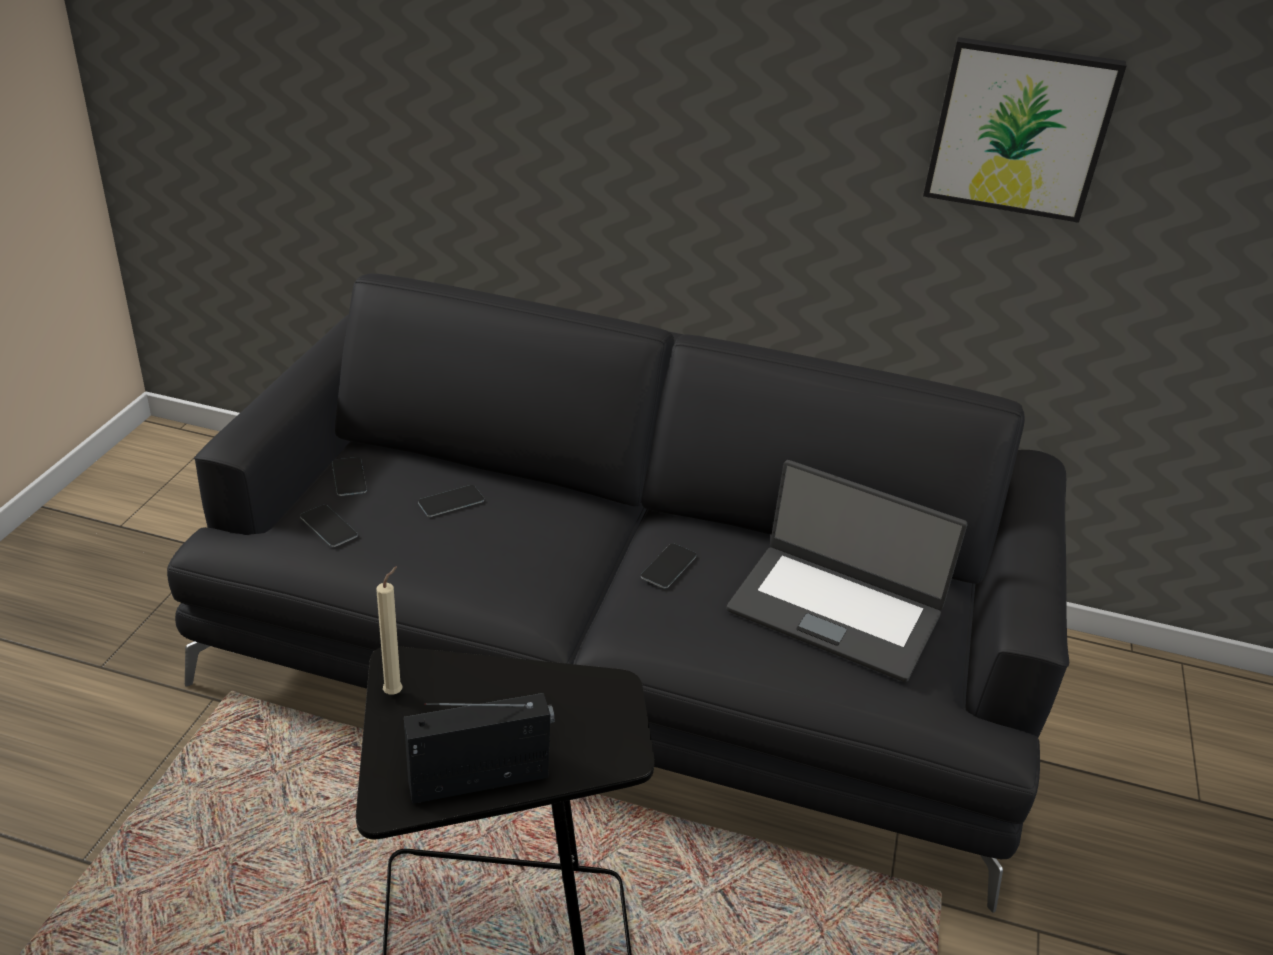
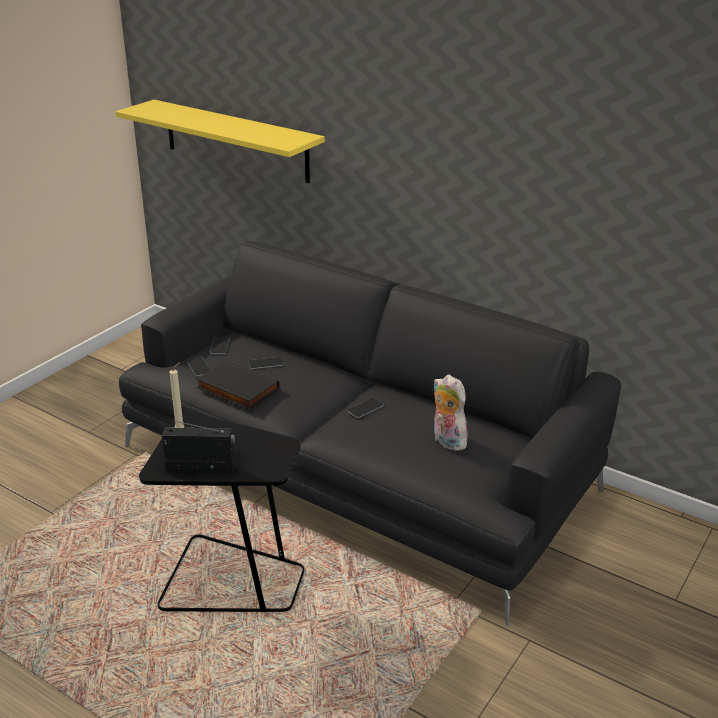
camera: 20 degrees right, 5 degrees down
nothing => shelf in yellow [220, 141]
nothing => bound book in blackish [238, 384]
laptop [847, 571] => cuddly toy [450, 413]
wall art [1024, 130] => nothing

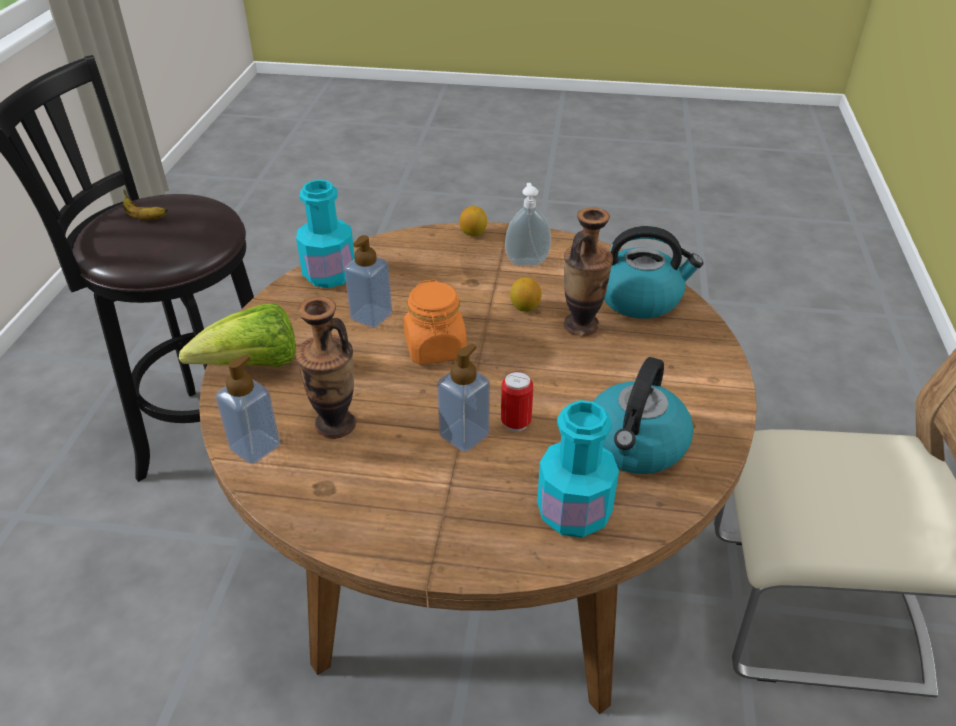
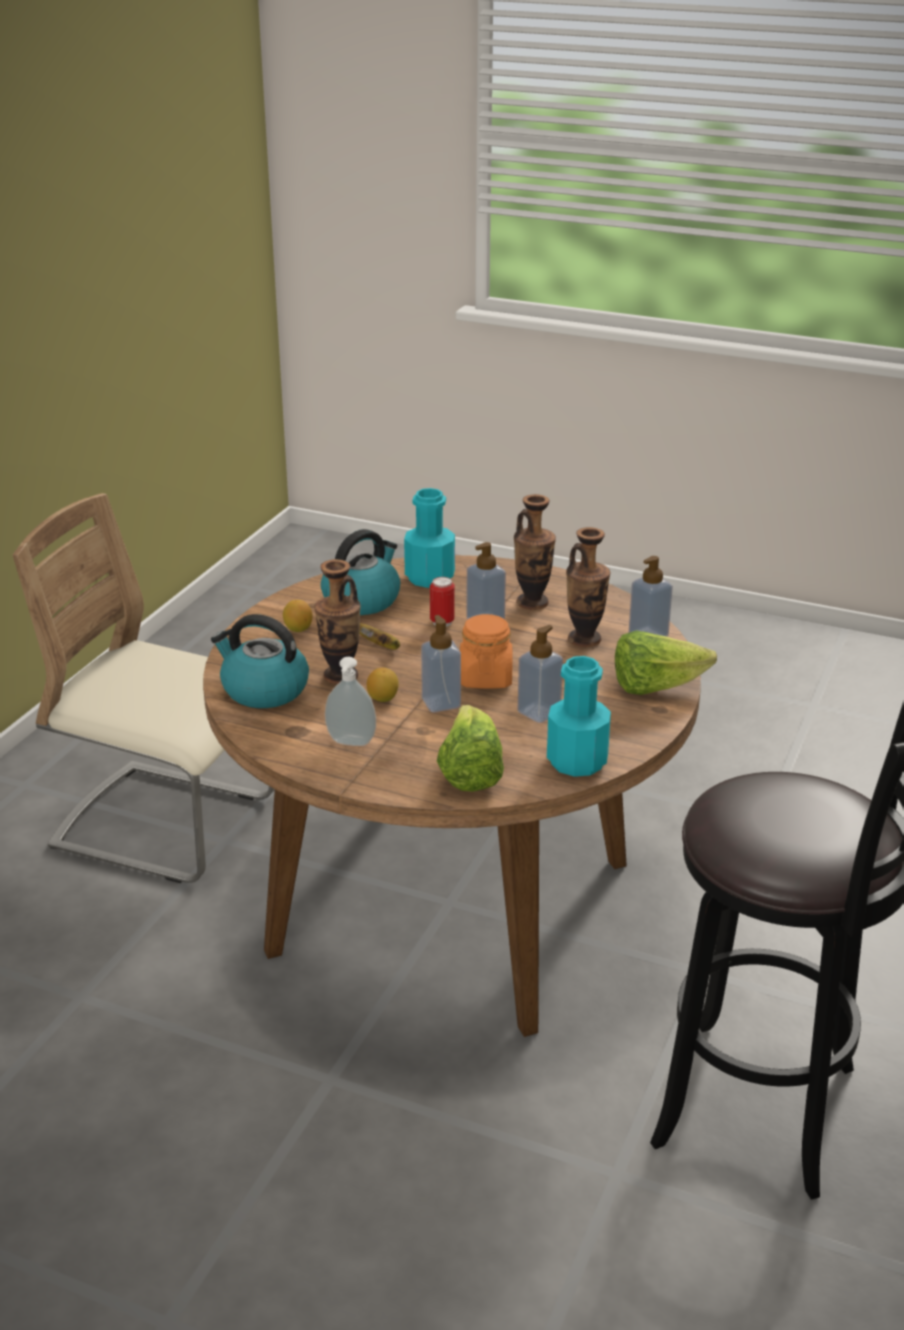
camera: 165 degrees left, 10 degrees down
whole lemon [473, 221] => whole lemon [297, 616], move
whole banana [145, 204] => whole banana [379, 636], move
nothing => soap dispenser [441, 663]
nothing => lettuce [470, 748]
nothing => vase [535, 552]

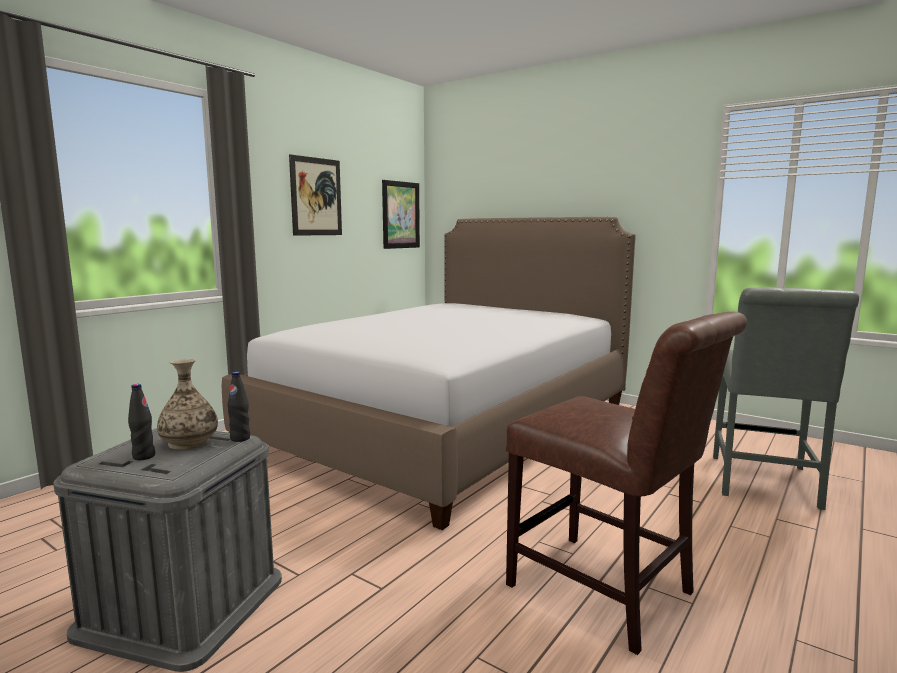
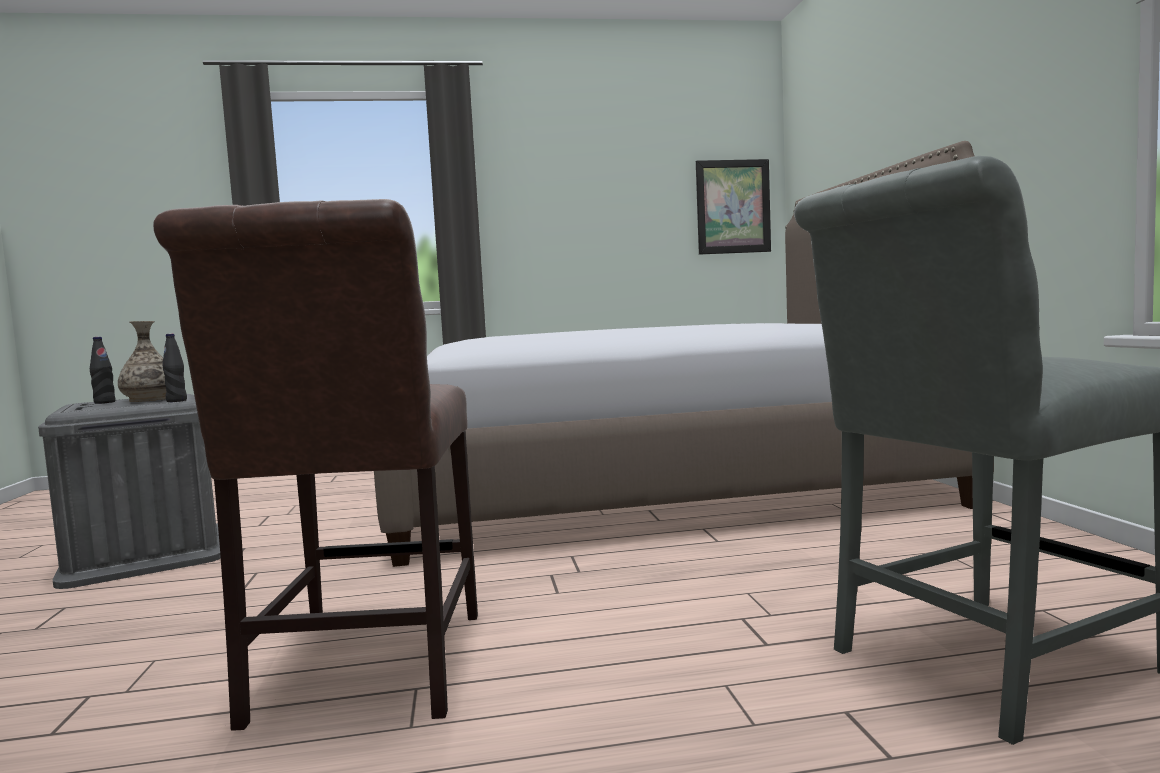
camera: 45 degrees right, 5 degrees down
wall art [315, 195] => nothing

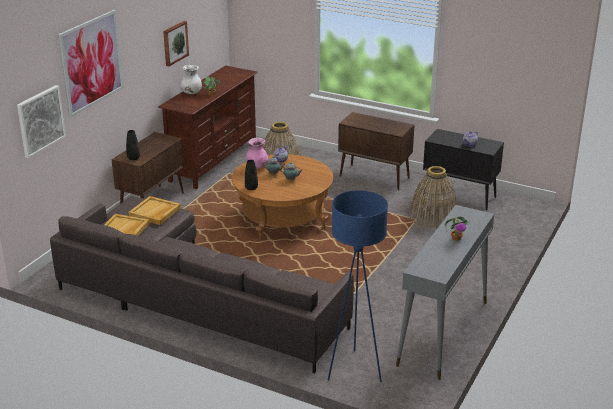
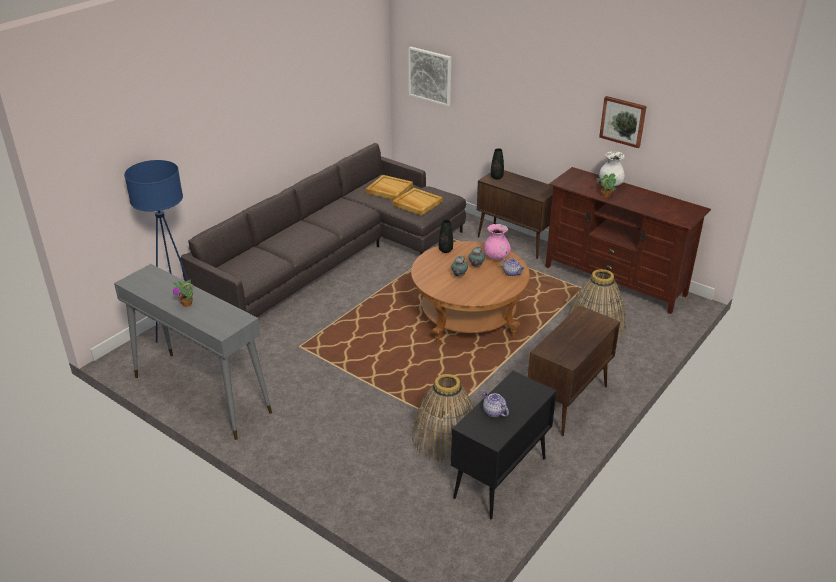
camera: 100 degrees right, 5 degrees up
wall art [91, 63] => nothing

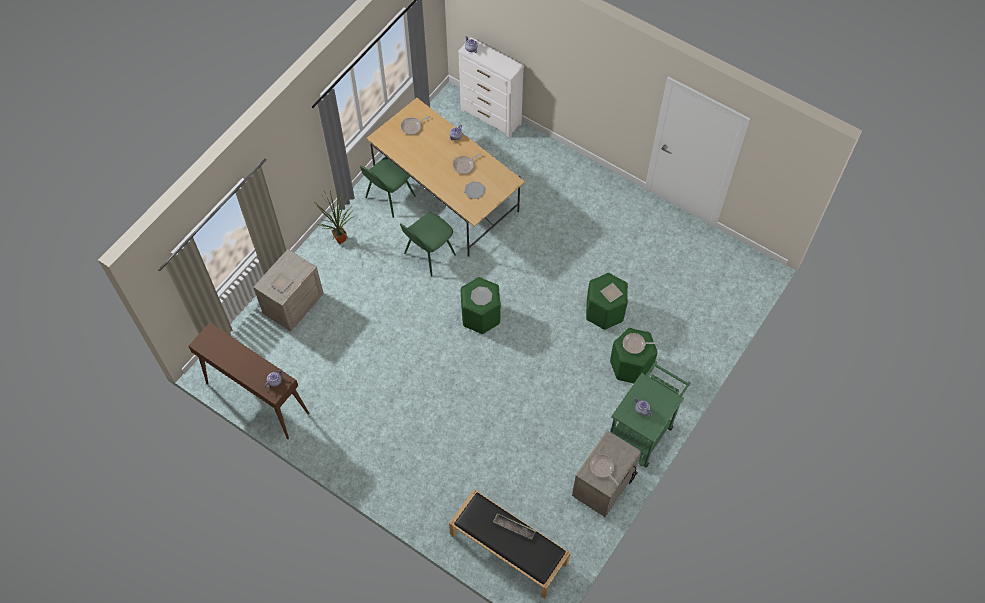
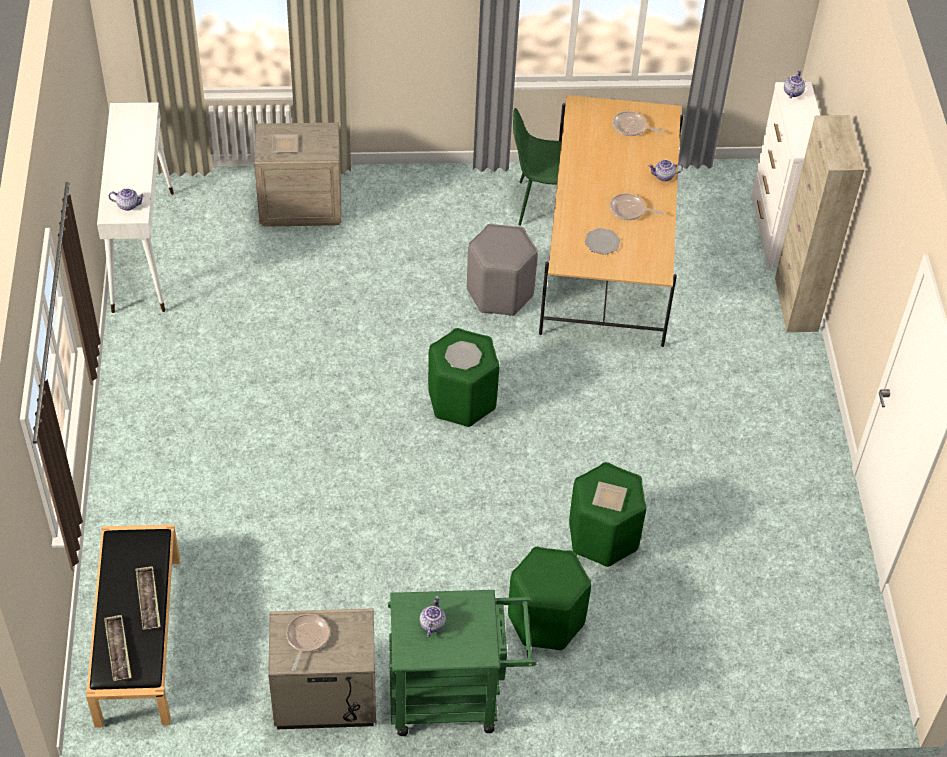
camera: 50 degrees right, 10 degrees down
hall table in brownish [249, 381] => hall table in white-coloured [135, 207]
nothing => serving tray [118, 648]
plain chair in green [428, 244] => stool seat in greyish [502, 270]
nothing => storage cabinet in beige [819, 223]
houseplant [333, 217] => nothing
frying pan [640, 343] => nothing

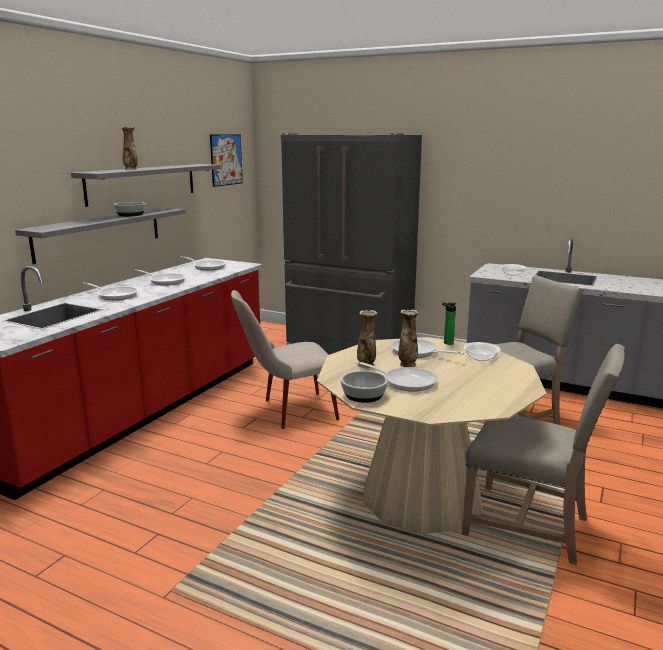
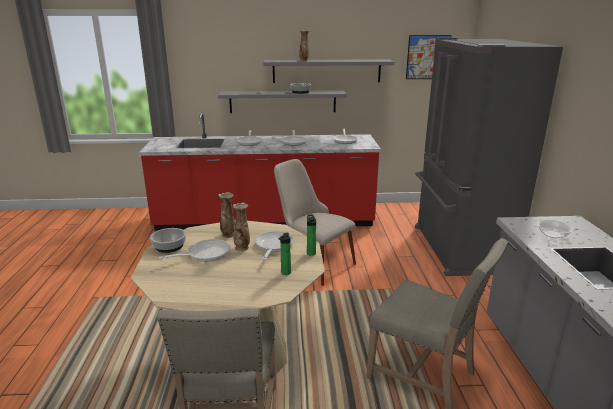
camera: 60 degrees right, 5 degrees up
frying pan [396, 376] => frying pan [194, 250], 120 degrees counterclockwise
serving bowl [482, 351] => beverage bottle [284, 253]

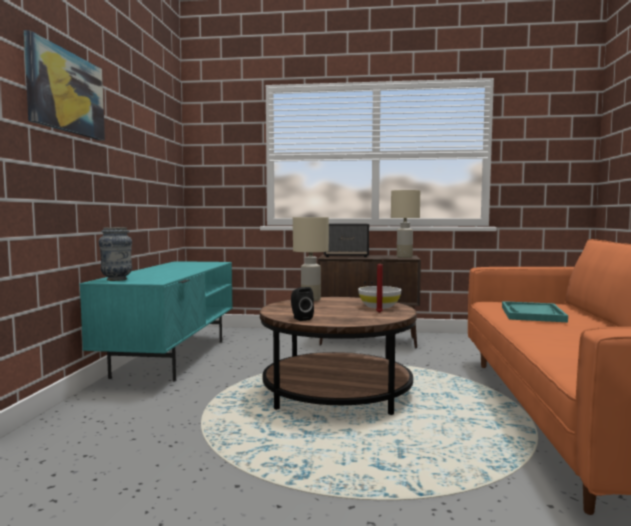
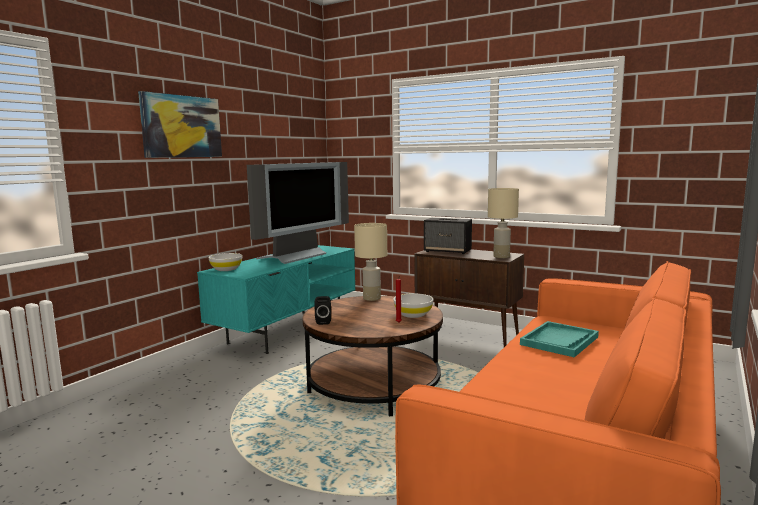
camera: 25 degrees right, 5 degrees up
vase [115, 254] => serving bowl in white-coloured [225, 262]
nothing => TV [298, 213]

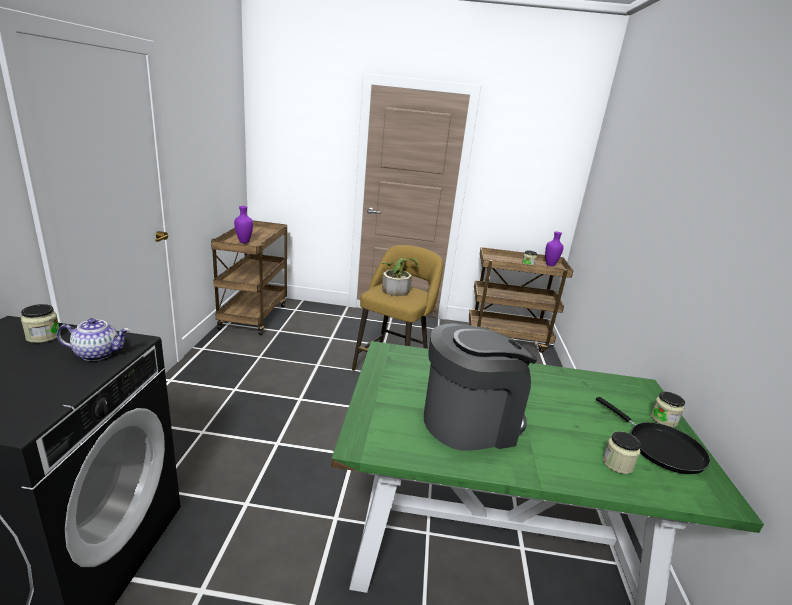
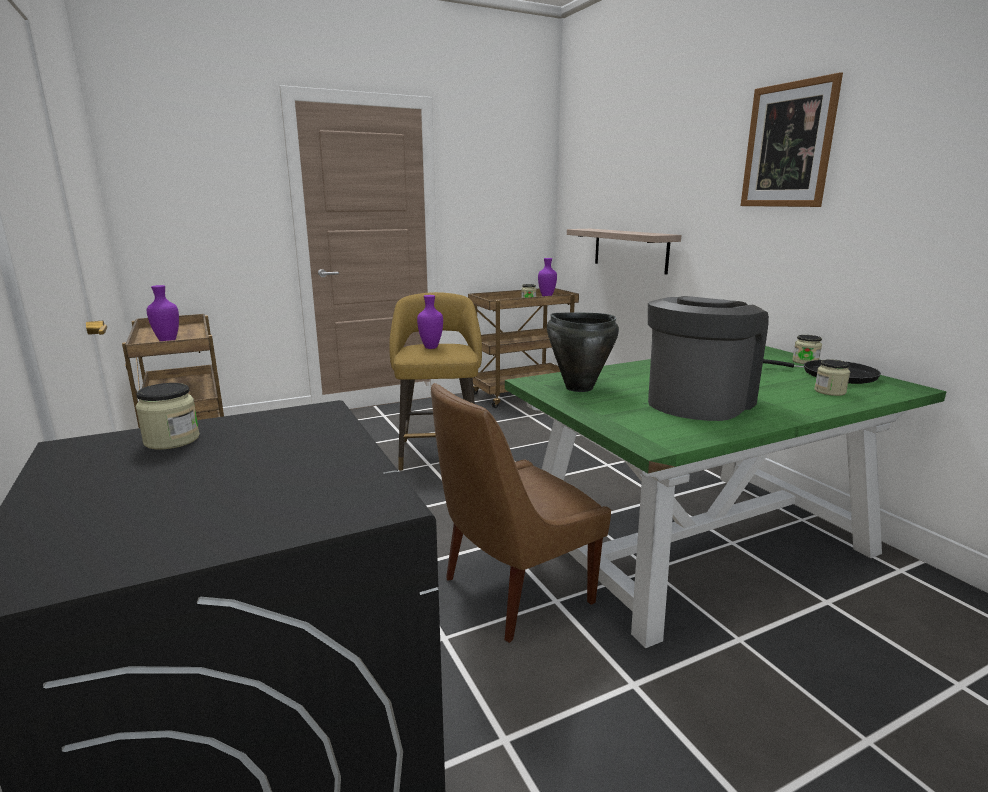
camera: 30 degrees left, 5 degrees down
houseplant [399, 277] => vase in purplish [430, 322]
nothing => plain chair in brownish [521, 513]
nothing => cooking pot in blackish [583, 352]
nothing => shelf [624, 251]
nothing => wall art [792, 139]
teapot [93, 339] => nothing

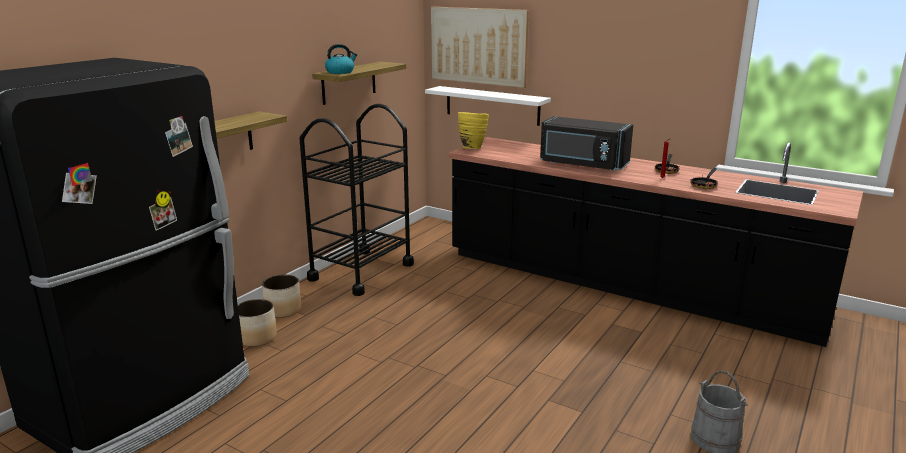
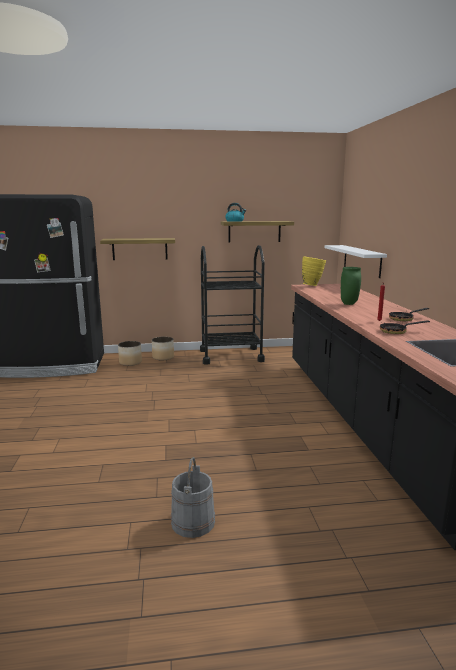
camera: 50 degrees right, 5 degrees down
kitchen microwave in blackish [586, 143] => vase in green [351, 286]
wall art [480, 47] => nothing

